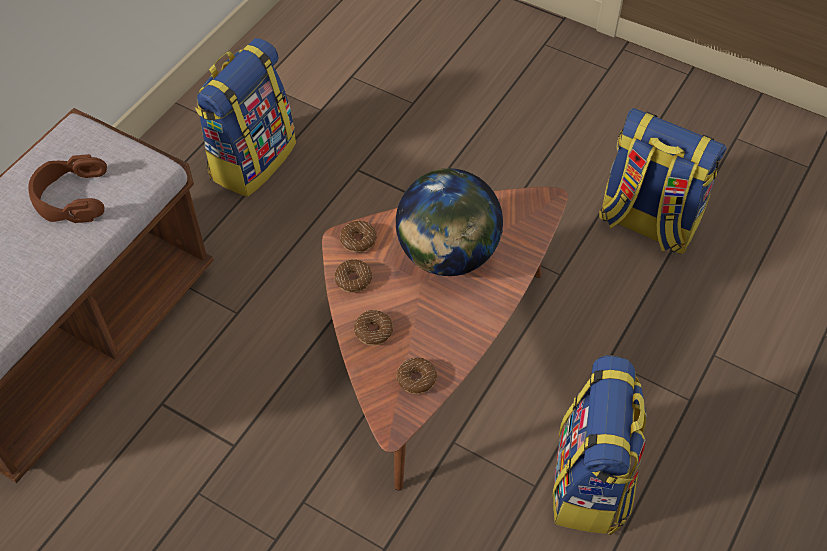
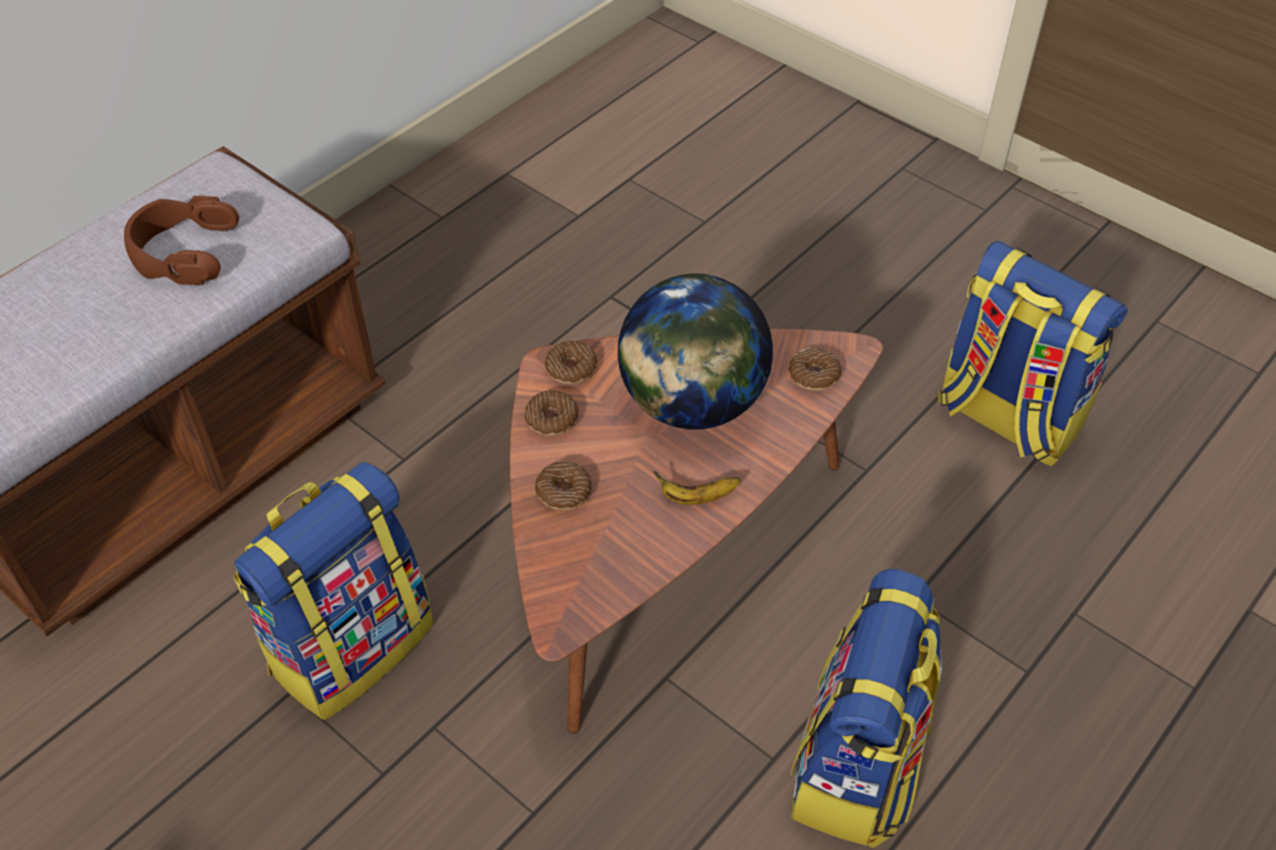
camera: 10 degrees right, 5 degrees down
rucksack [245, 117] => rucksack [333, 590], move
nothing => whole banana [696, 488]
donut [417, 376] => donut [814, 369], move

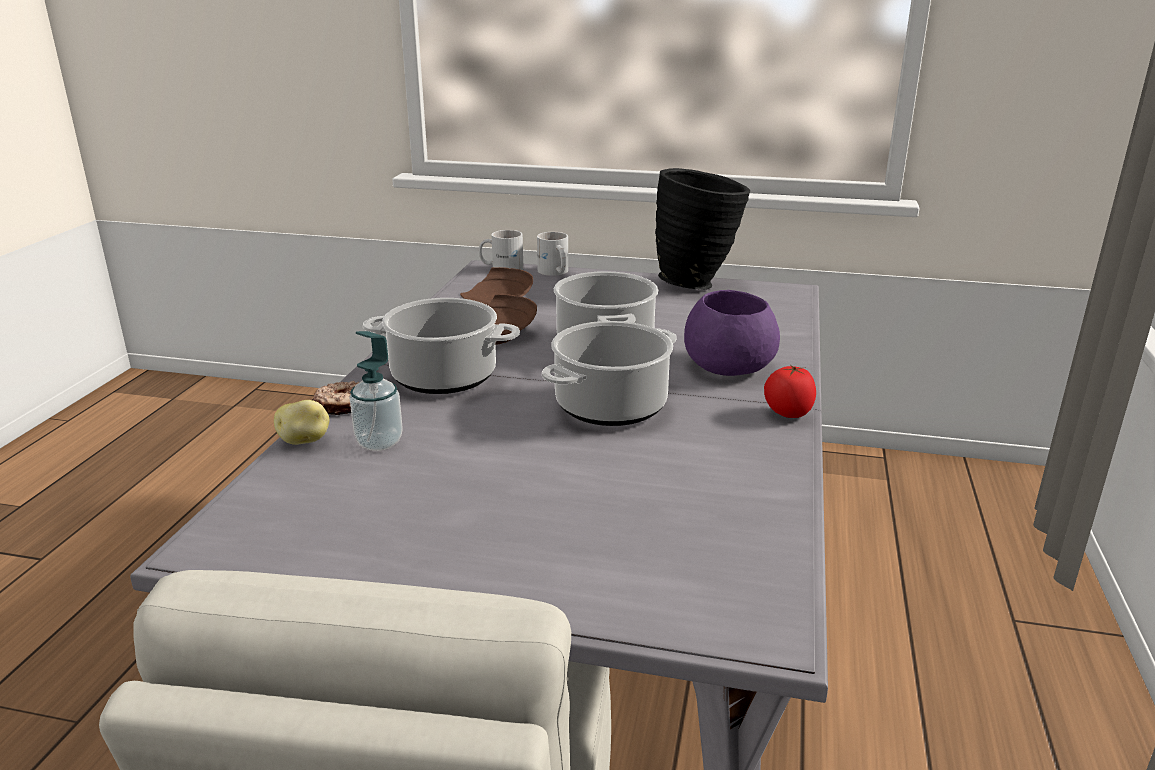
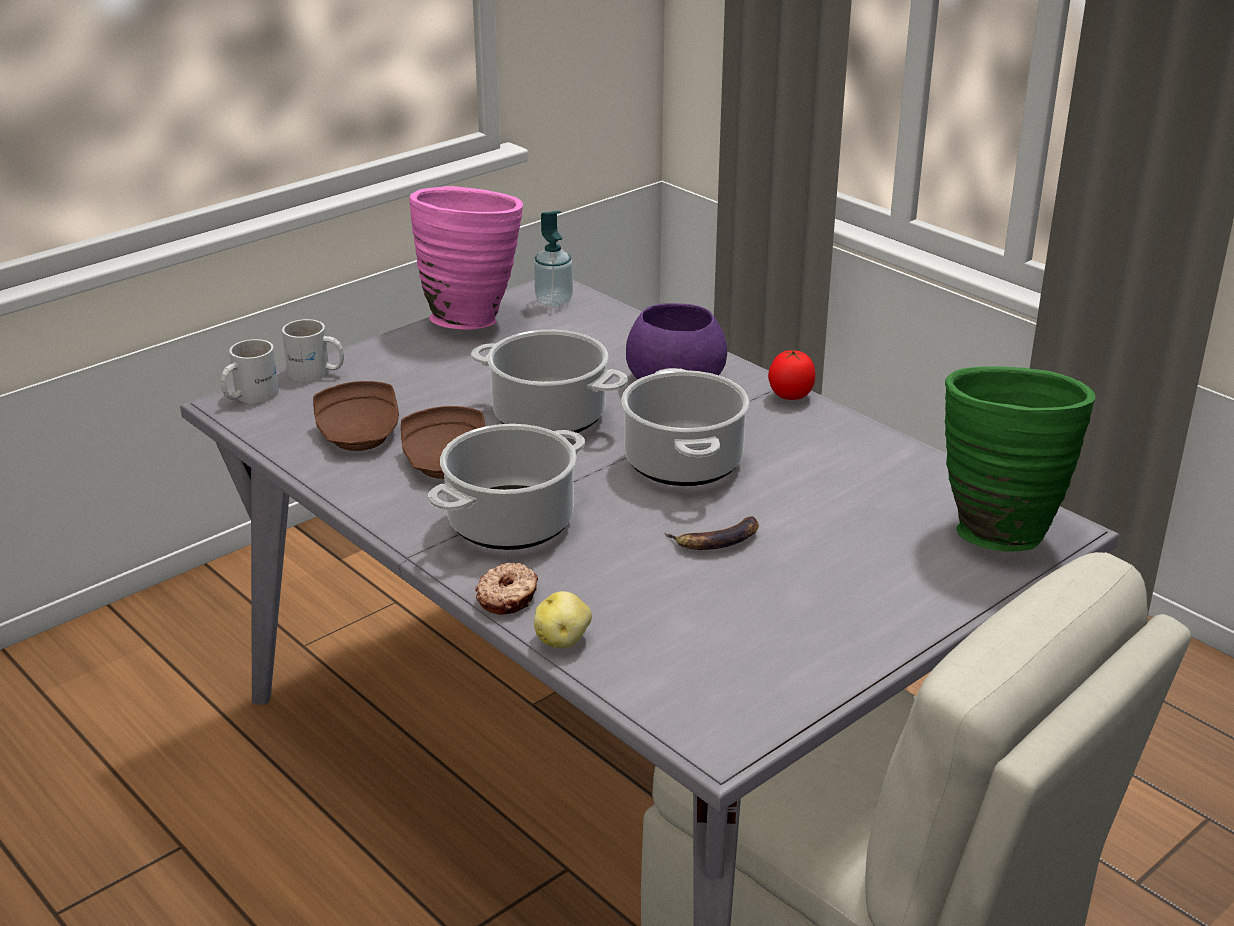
camera: 55 degrees left, 5 degrees up
vase in blackish [702, 229] => vase in pinkish [466, 258]
soap dispenser [376, 391] => soap dispenser [553, 259], move
nothing => whole banana [712, 533]
nothing => vase in green [1020, 458]

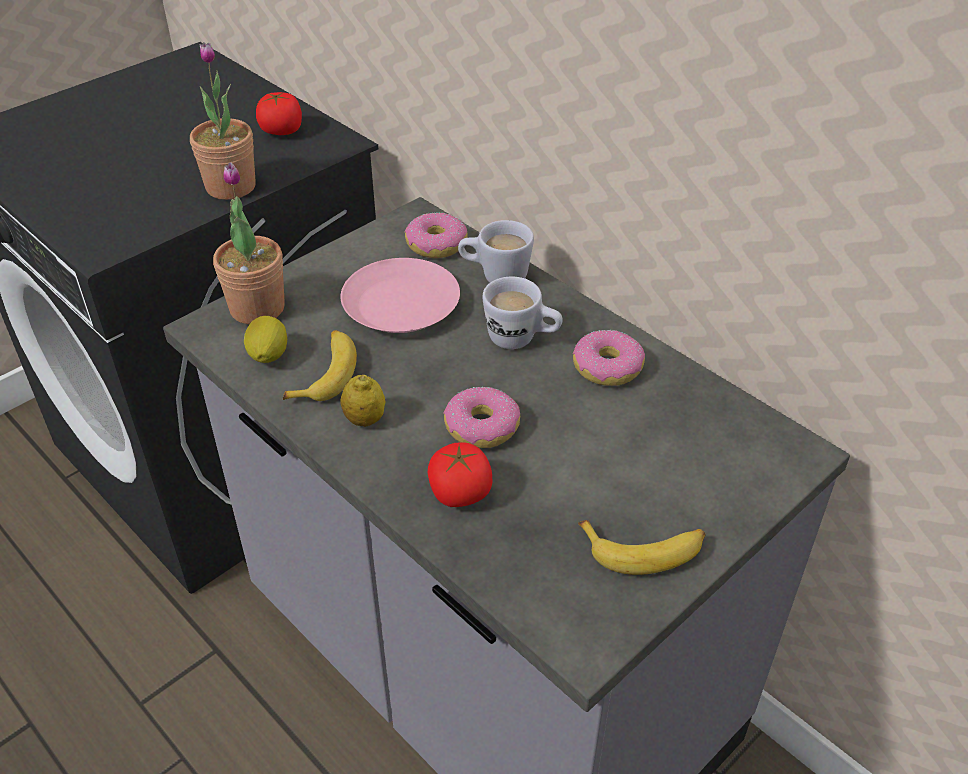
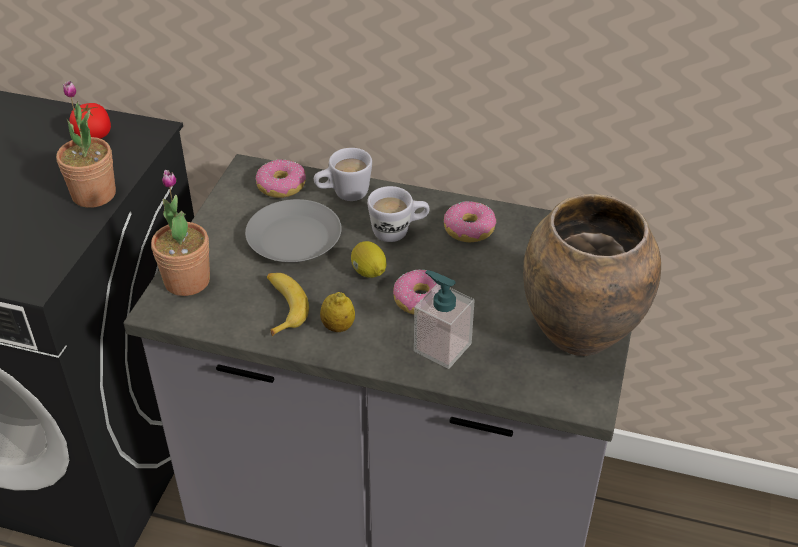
camera: 30 degrees left, 0 degrees up
flat dish in pinkish [400, 295] => flat dish in greyish [293, 230]
whole lemon [265, 339] => whole lemon [368, 259], move
whole tomato [460, 474] => soap dispenser [444, 319]
whole banana [641, 547] => vase in brownish [592, 275]

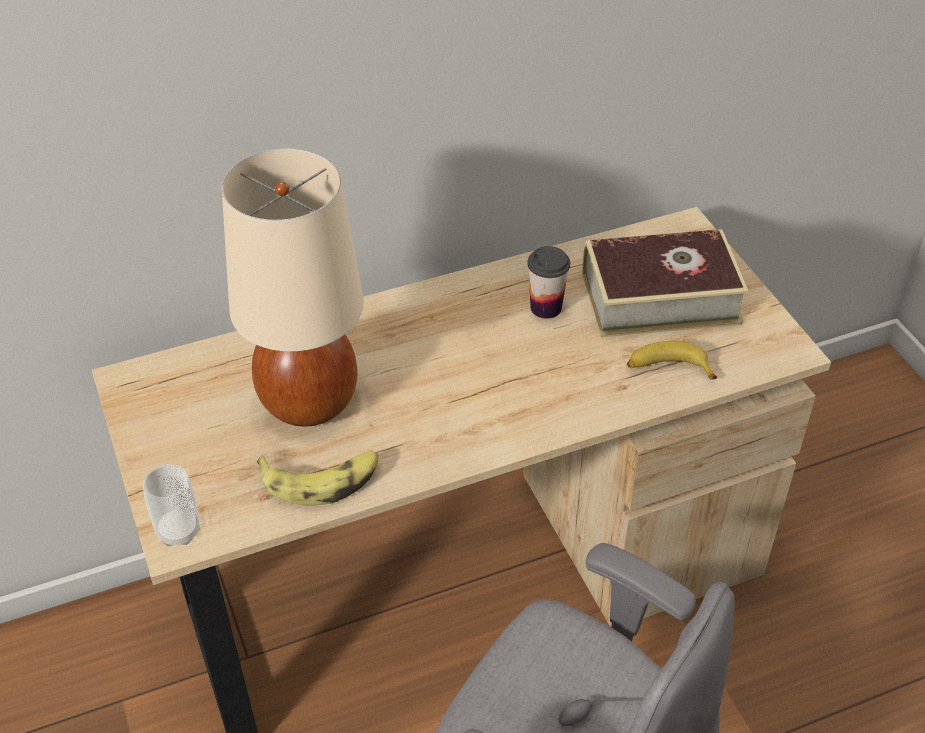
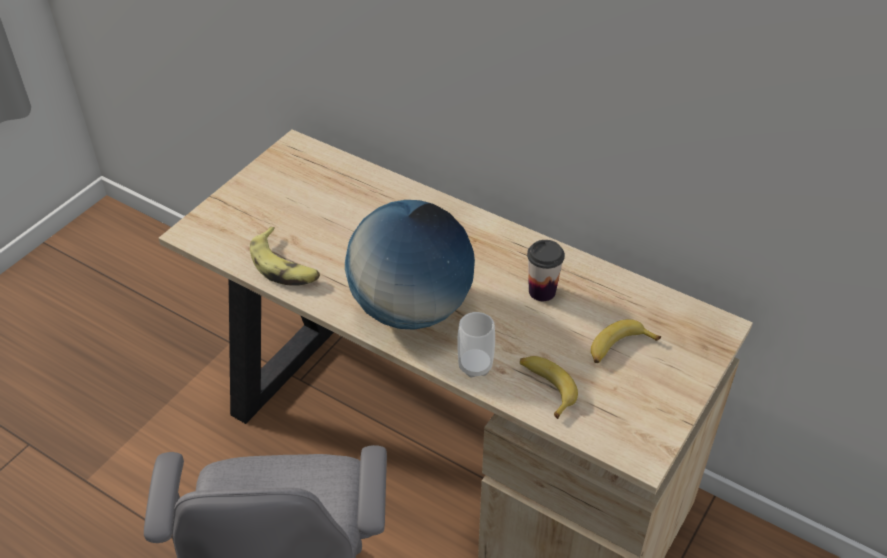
camera: 55 degrees right, 0 degrees up
nothing => desk globe [410, 265]
cup [171, 505] => cup [476, 345], move
bound book [665, 283] => whole banana [626, 341]
tabletop lamp in beige [293, 288] => nothing

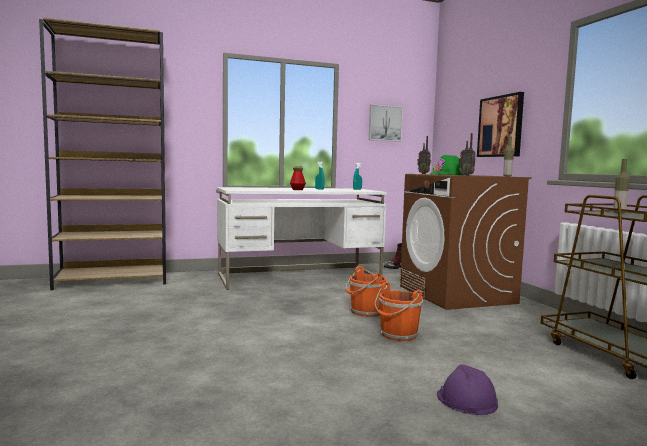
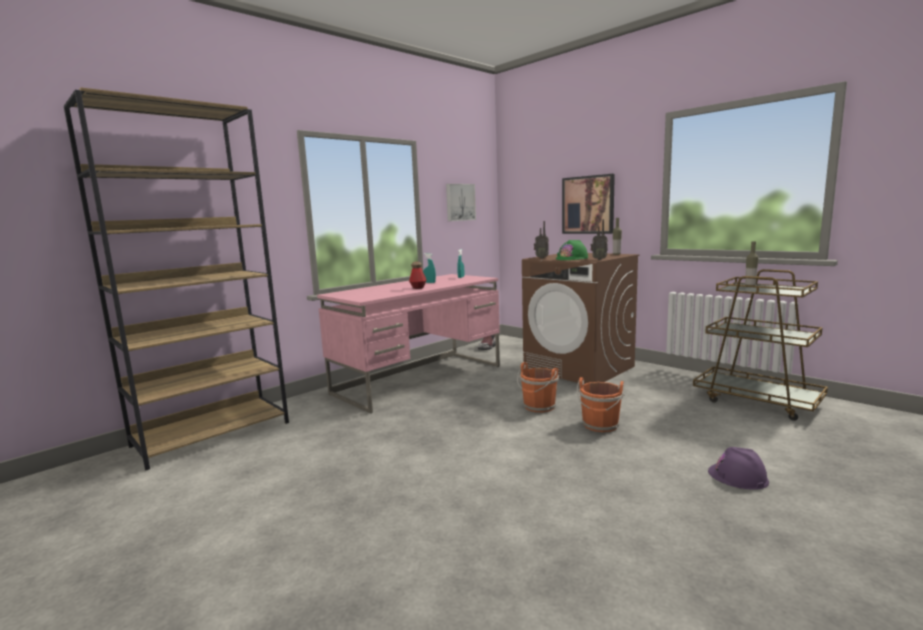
camera: 25 degrees left, 5 degrees up
desk unit in white-coloured [302, 238] => desk unit in pinkish [408, 343]

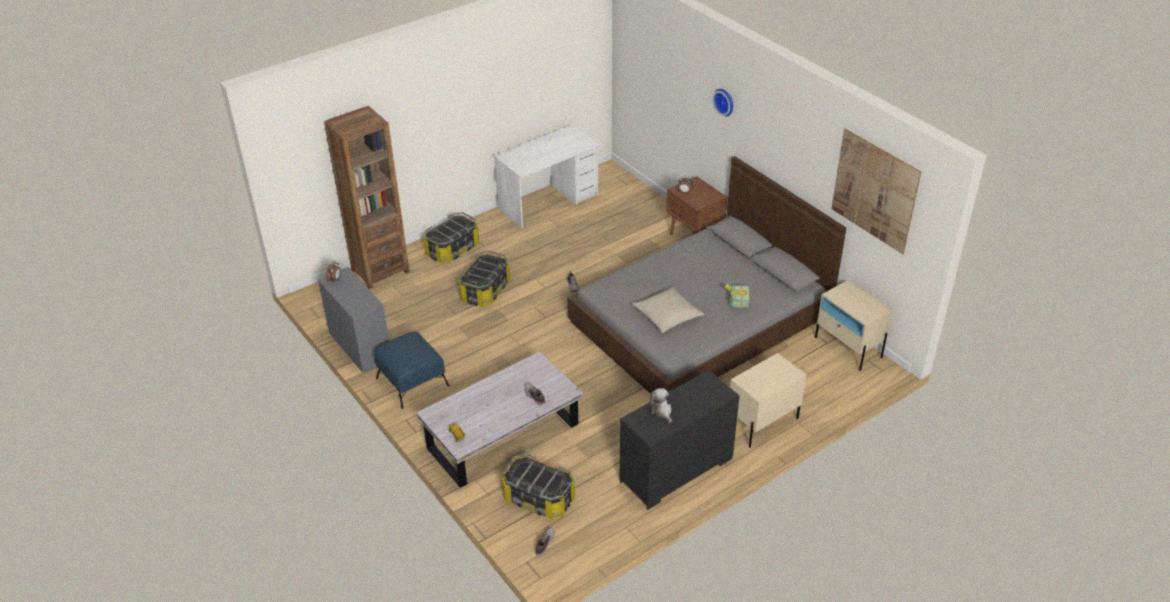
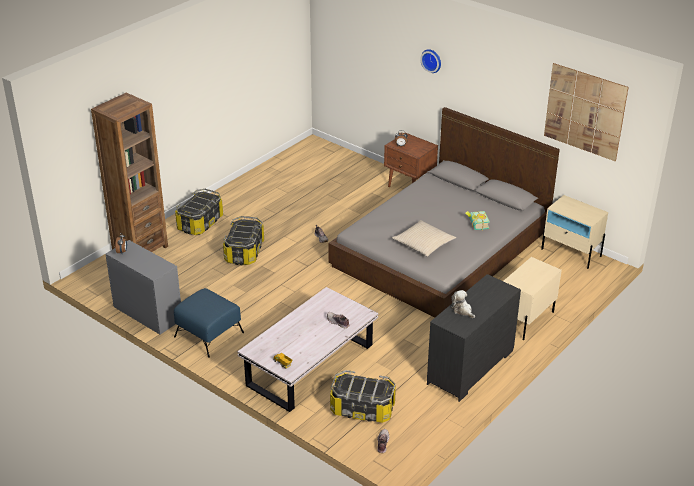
camera: 15 degrees left, 5 degrees down
desk unit in white-coloured [546, 176] => nothing

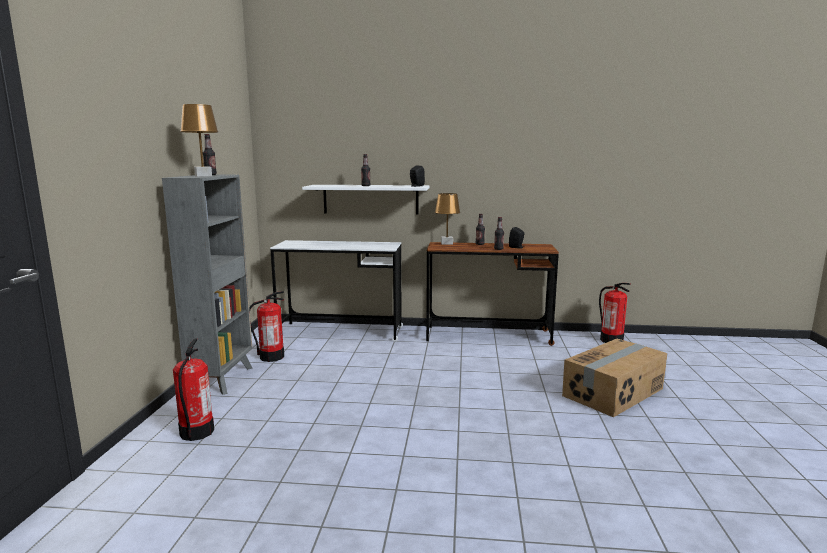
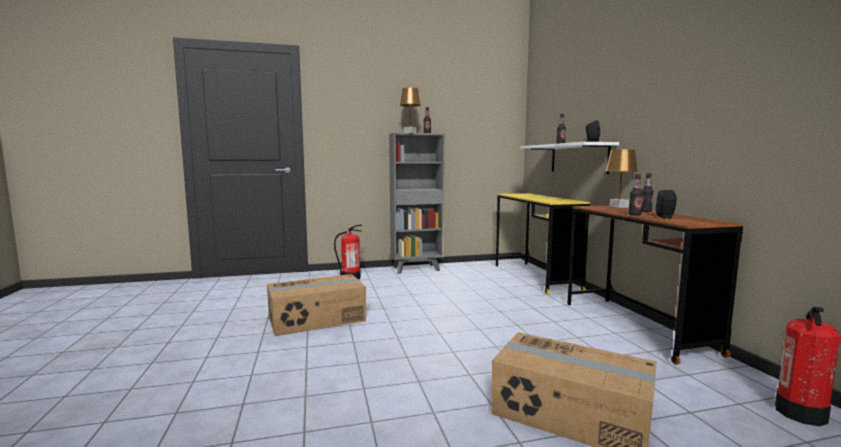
camera: 70 degrees right, 5 degrees down
nothing => packing box [316, 305]
desk unit in white-coloured [336, 290] => desk unit in yellow [543, 244]
fire-fighting cylinder [266, 326] => nothing

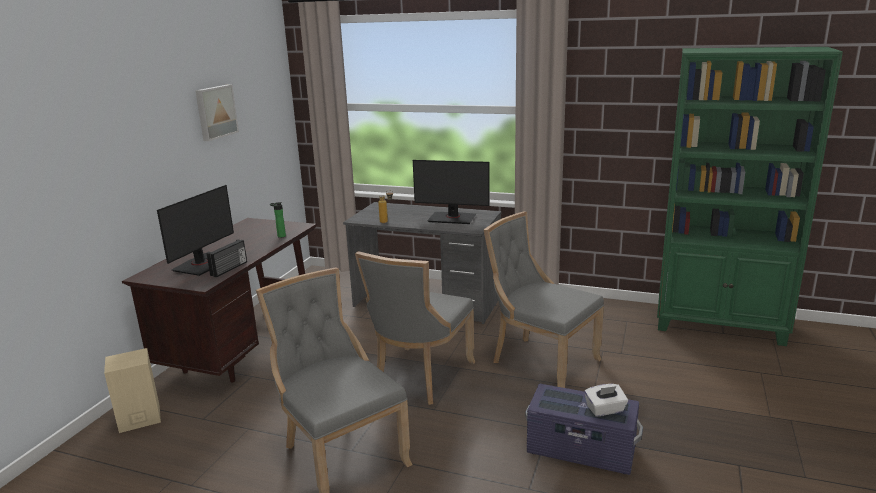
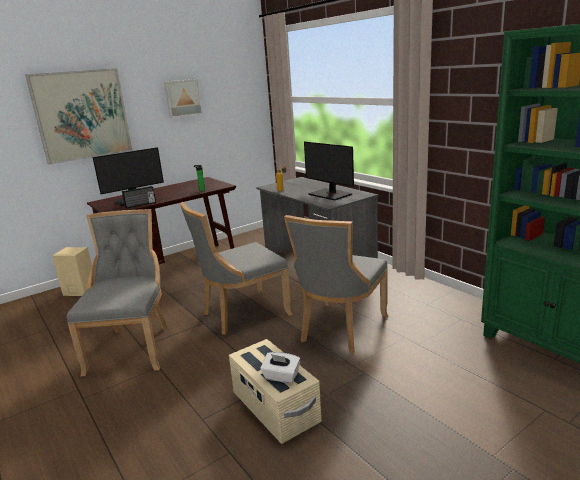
camera: 35 degrees right, 0 degrees up
nothing => wall art [79, 116]
storage box in purplish [584, 429] => storage box in beige [275, 391]
plain chair in greyish [544, 300] => plain chair in greyish [336, 284], 135 degrees counterclockwise

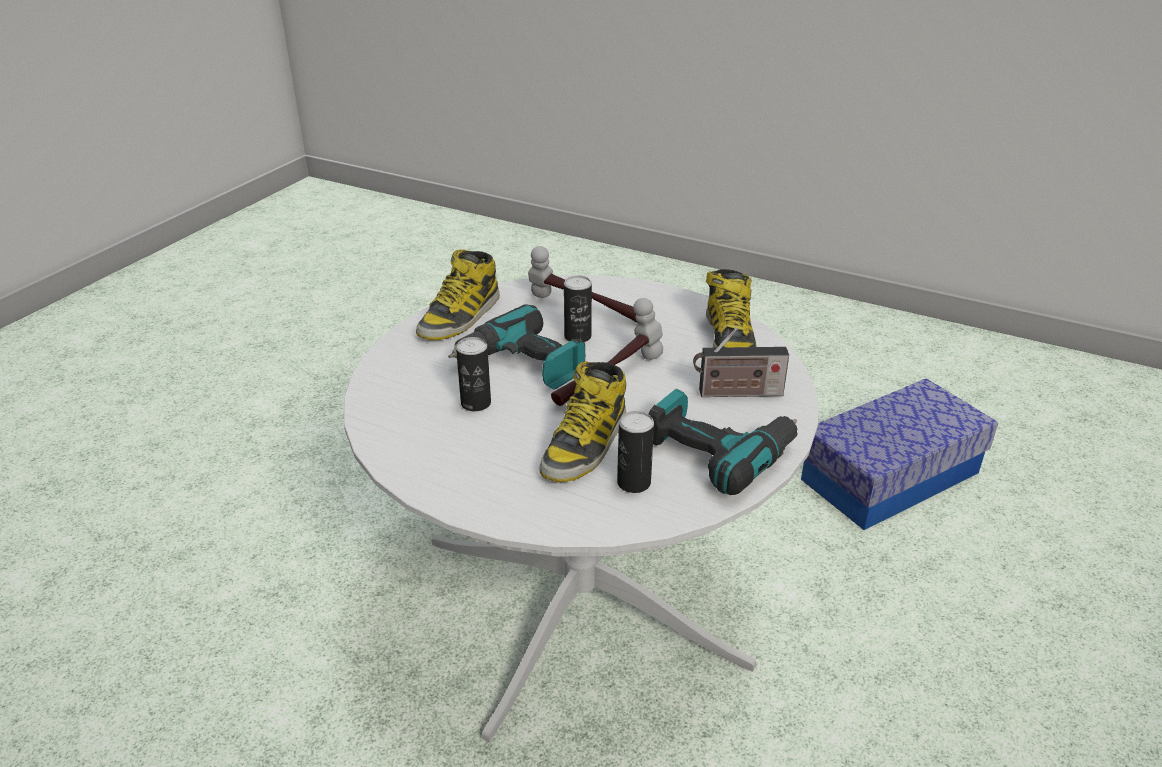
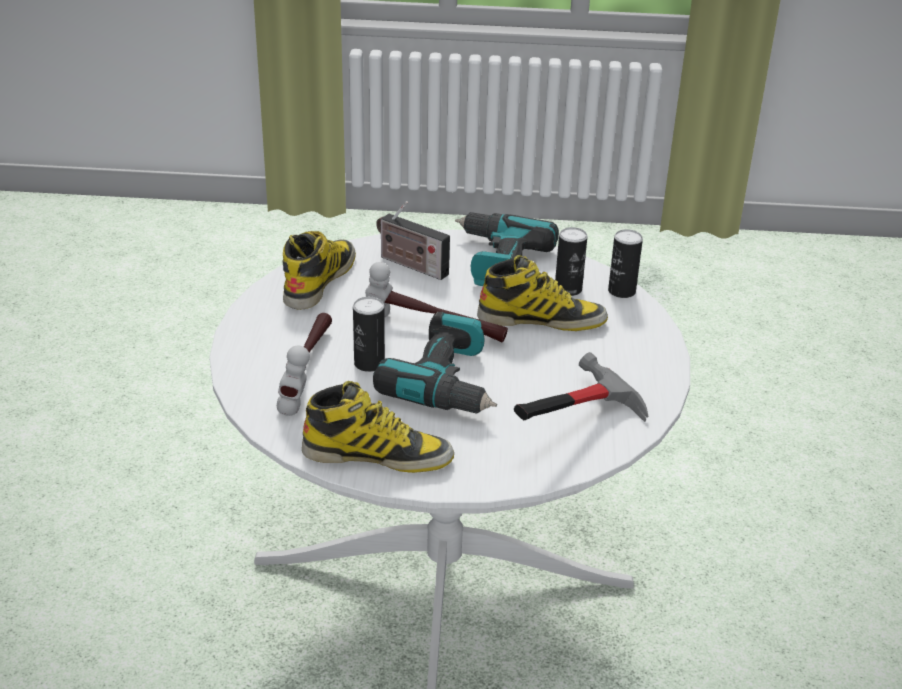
camera: 115 degrees left, 0 degrees up
high-top boot [731, 308] => high-top boot [319, 270], 45 degrees counterclockwise
radio set [741, 362] => radio set [413, 240], 150 degrees clockwise
nothing => hand hammer [581, 387]
sealed can [473, 374] => sealed can [625, 263], move
storage box [899, 454] => nothing

